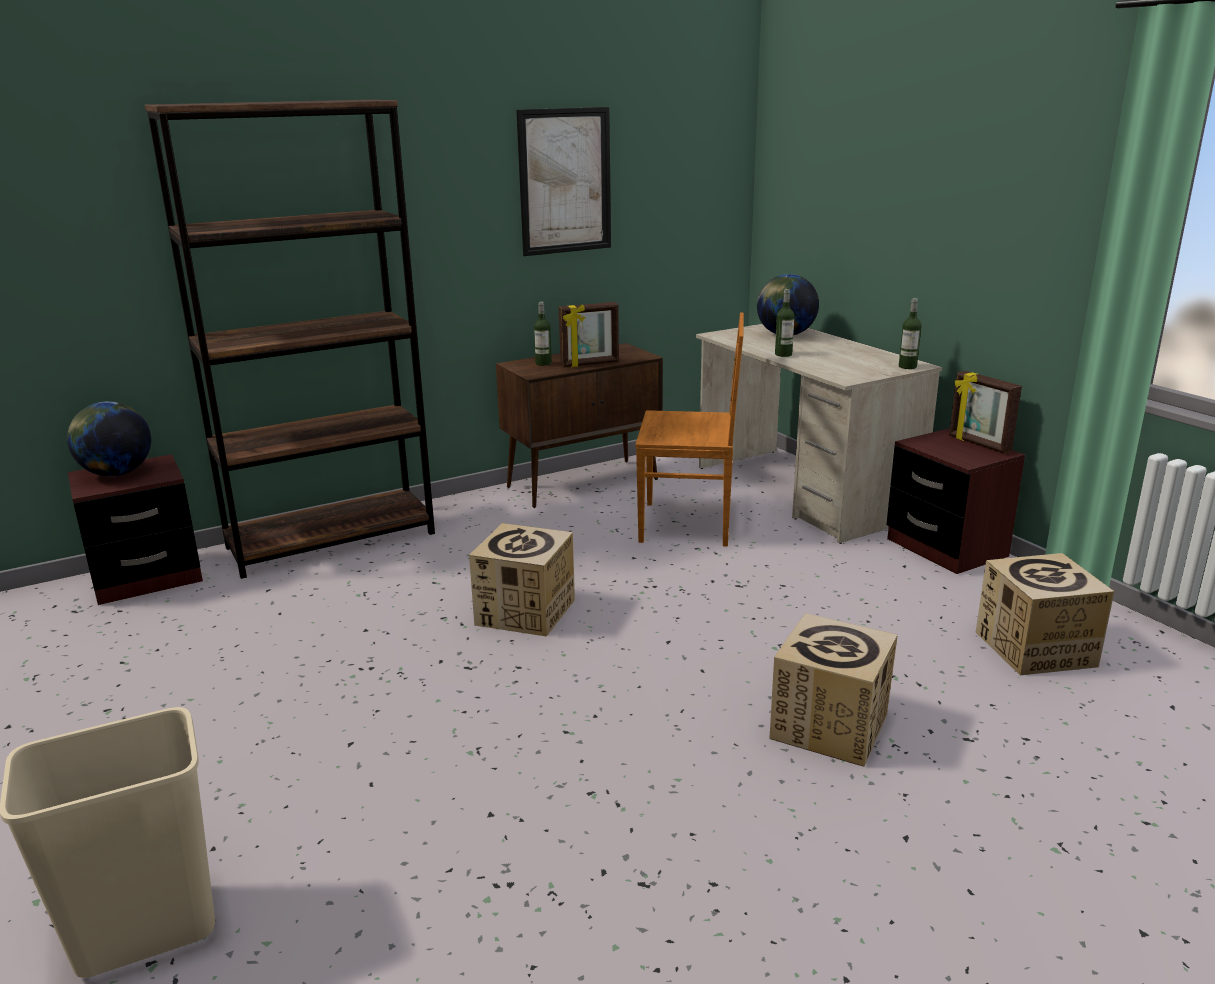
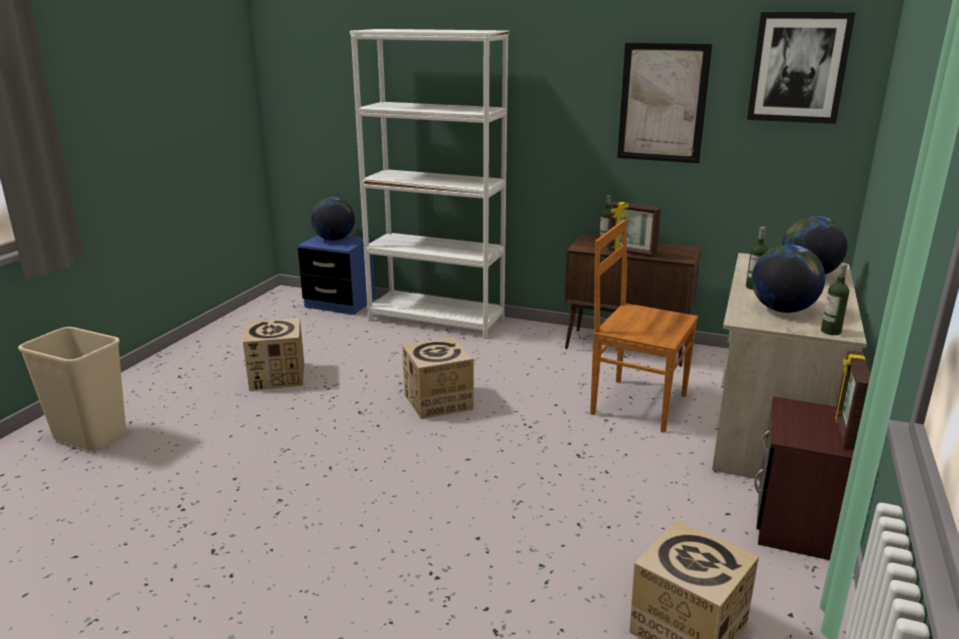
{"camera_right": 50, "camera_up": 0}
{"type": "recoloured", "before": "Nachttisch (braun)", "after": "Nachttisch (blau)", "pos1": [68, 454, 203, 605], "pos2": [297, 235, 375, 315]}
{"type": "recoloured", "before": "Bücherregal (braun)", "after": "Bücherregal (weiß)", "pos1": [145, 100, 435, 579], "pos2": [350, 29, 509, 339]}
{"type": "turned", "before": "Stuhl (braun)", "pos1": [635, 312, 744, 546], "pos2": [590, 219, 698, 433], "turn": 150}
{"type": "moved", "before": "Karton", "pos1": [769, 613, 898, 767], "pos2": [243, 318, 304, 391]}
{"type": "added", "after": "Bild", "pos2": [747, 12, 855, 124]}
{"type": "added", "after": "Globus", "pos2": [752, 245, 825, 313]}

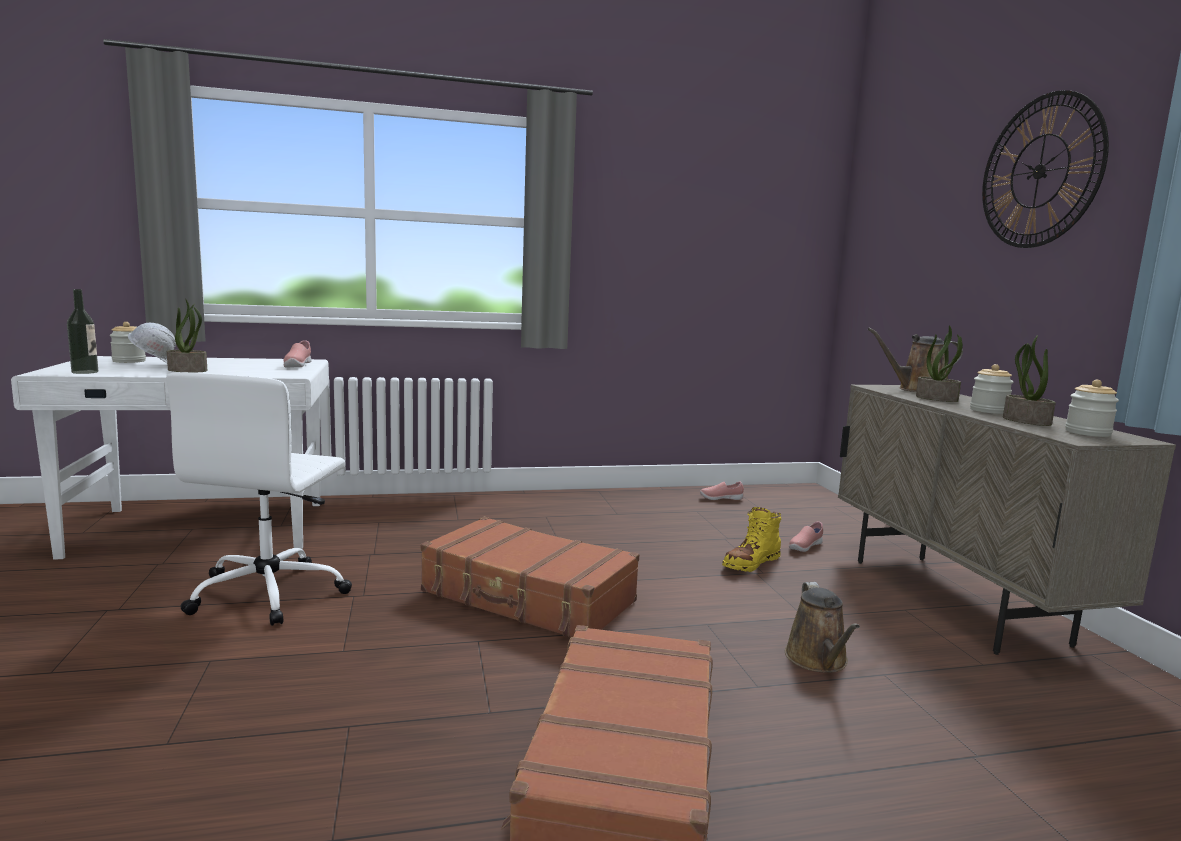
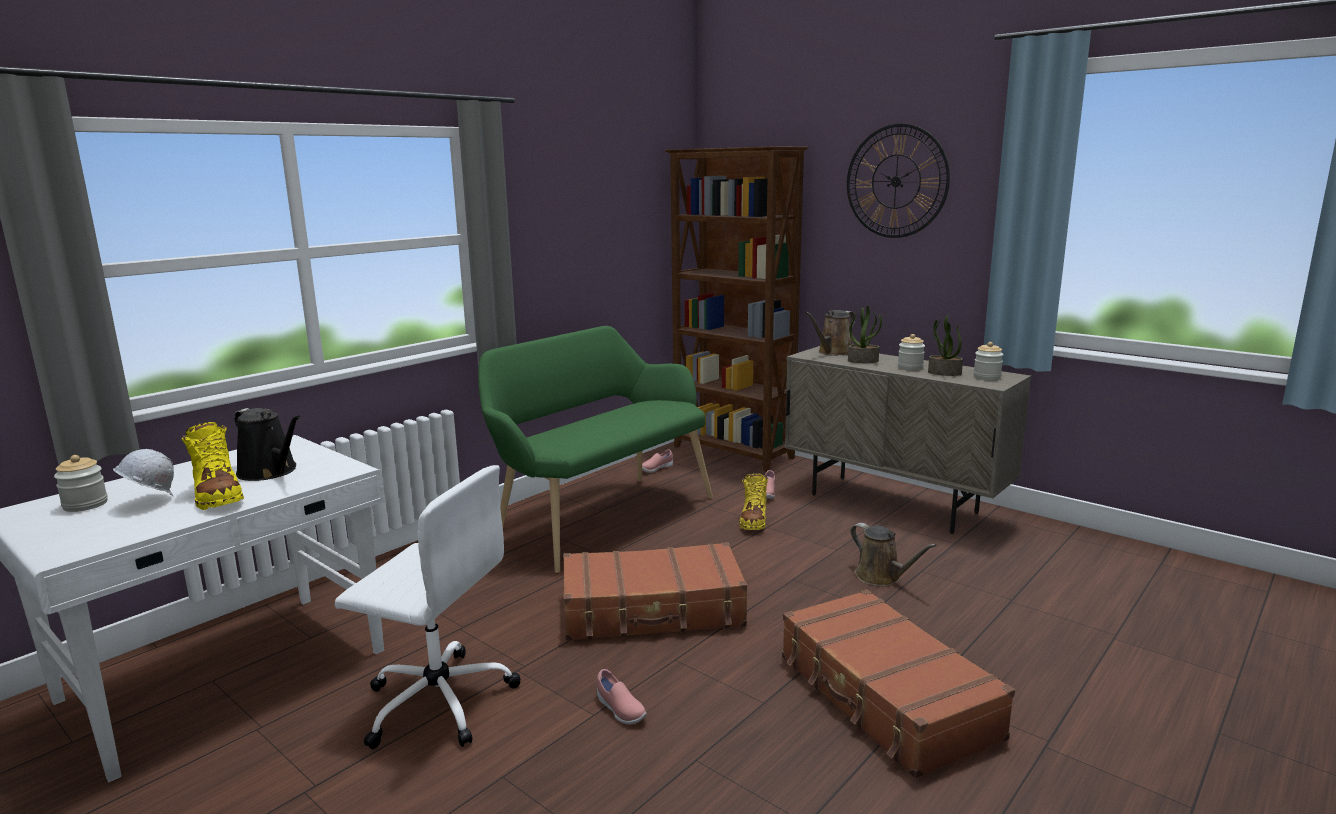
{"camera_right": -35, "camera_up": 5}
{"type": "removed", "before": "Flasche", "pos1": [67, 289, 98, 374]}
{"type": "turned", "before": "Bürostuhl (weiß)", "pos1": [166, 372, 352, 626], "pos2": [335, 465, 521, 749], "turn": -45}
{"type": "replaced", "before": "Topfpflanze", "after": "Stiefel (gelb)", "pos1": [167, 298, 208, 372], "pos2": [181, 422, 244, 510]}
{"type": "moved", "before": "Schuh (rosa)", "pos1": [284, 340, 312, 368], "pos2": [597, 669, 647, 724]}
{"type": "added", "after": "Gießkanne (schwarz)", "pos2": [234, 408, 300, 481]}
{"type": "added", "after": "Bank (grün)", "pos2": [478, 326, 713, 573]}
{"type": "added", "after": "Bücherregal (braun)", "pos2": [664, 146, 808, 472]}

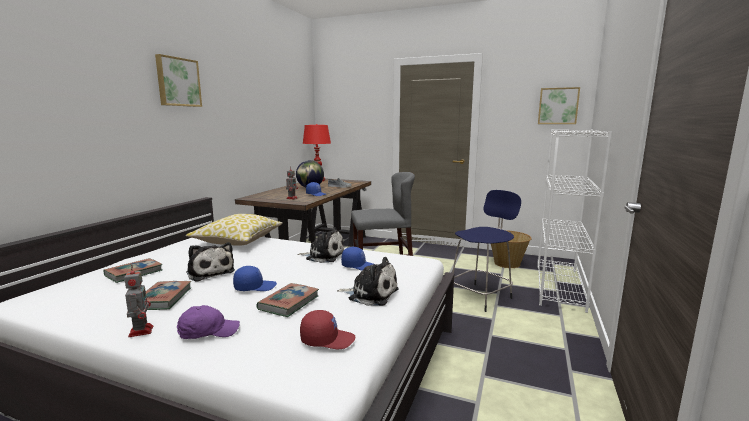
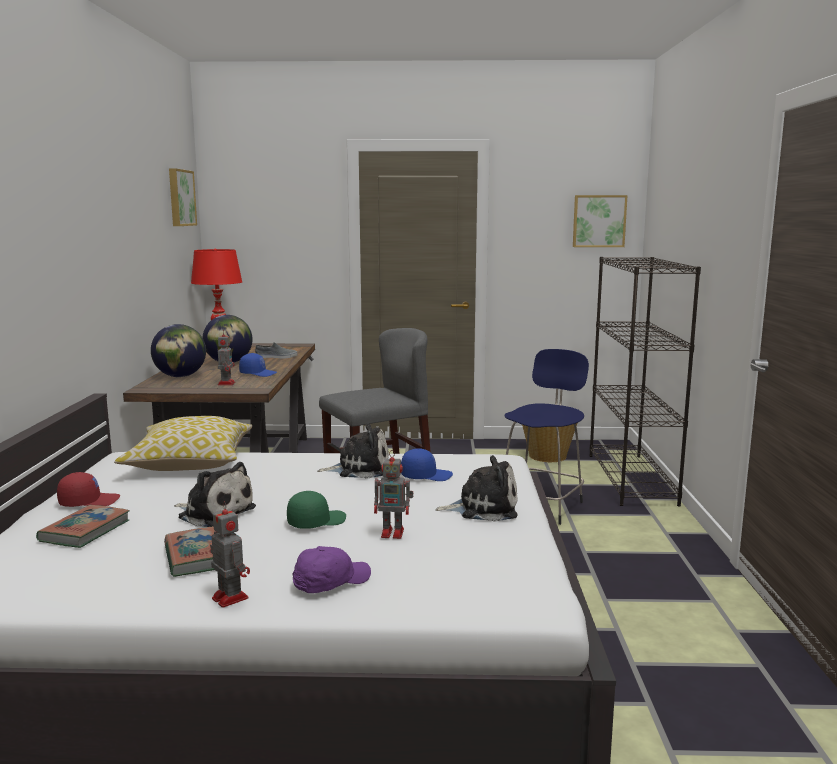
{"camera_right": -20, "camera_up": 0}
{"type": "moved", "before": "Bild", "pos1": [155, 54, 202, 107], "pos2": [169, 168, 197, 226]}
{"type": "recoloured", "before": "Kappe (blau)", "after": "Kappe (grün)", "pos1": [233, 266, 277, 291], "pos2": [287, 491, 346, 529]}
{"type": "replaced", "before": "Buch", "after": "Spielzeugroboter", "pos1": [256, 283, 319, 317], "pos2": [374, 450, 413, 539]}
{"type": "moved", "before": "Kappe (rot)", "pos1": [300, 310, 355, 349], "pos2": [57, 472, 120, 507]}
{"type": "recoloured", "before": "Bücherregal (weiß)", "after": "Bücherregal (schwarz)", "pos1": [537, 129, 612, 313], "pos2": [590, 257, 701, 507]}
{"type": "added", "after": "Globus", "pos2": [151, 324, 206, 377]}

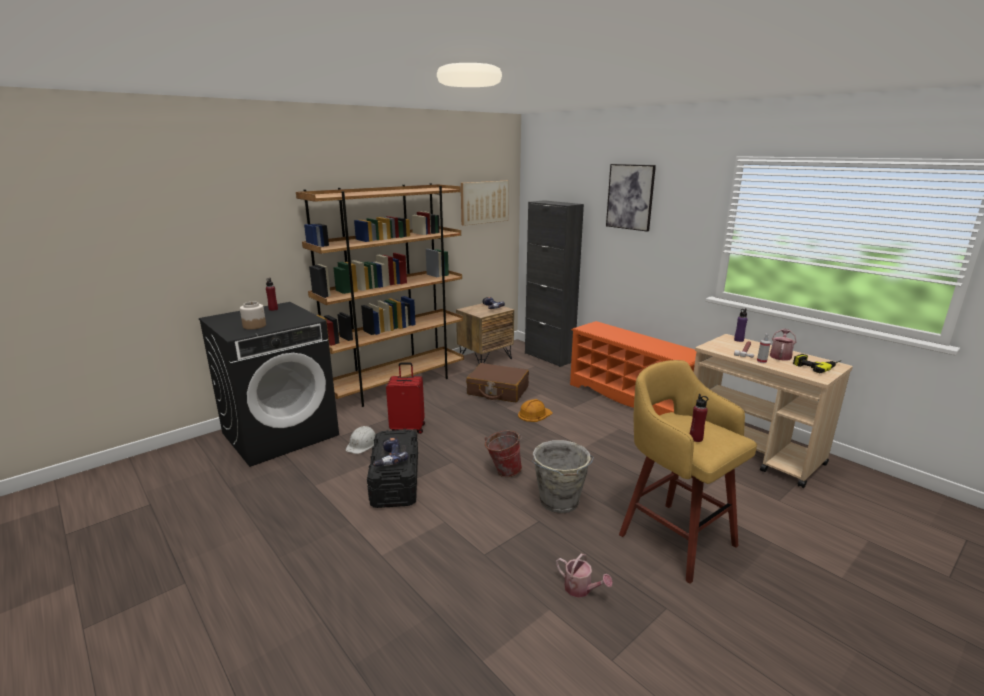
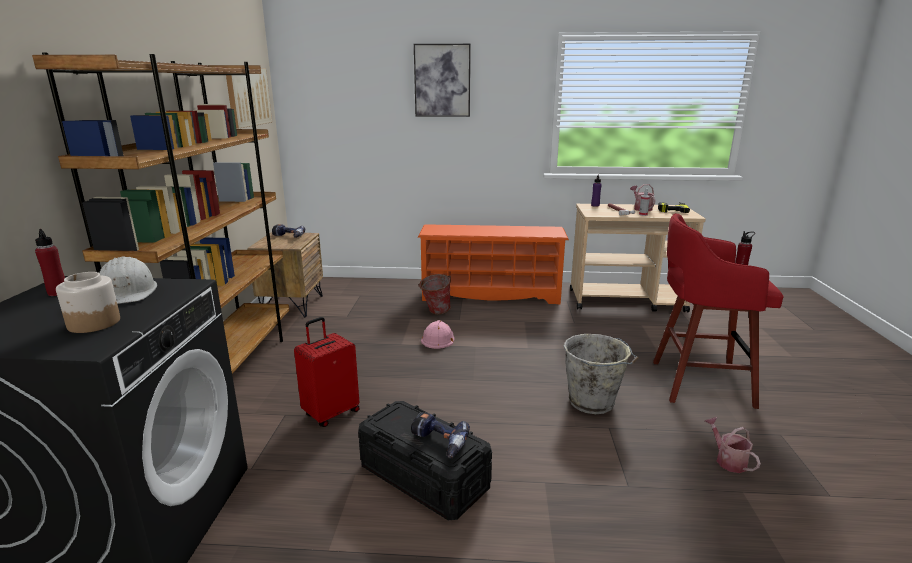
{"camera_right": -45, "camera_up": 0}
{"type": "moved", "before": "Schutzhelm (weiß)", "pos1": [346, 426, 375, 454], "pos2": [99, 256, 157, 304]}
{"type": "removed", "before": "Koffer (braun)", "pos1": [466, 363, 529, 402]}
{"type": "moved", "before": "Eimer", "pos1": [485, 430, 522, 477], "pos2": [418, 274, 451, 315]}
{"type": "recoloured", "before": "Schutzhelm (orange)", "after": "Schutzhelm (rosa)", "pos1": [518, 399, 553, 422], "pos2": [421, 320, 454, 349]}
{"type": "removed", "before": "Schrank (schwarz)", "pos1": [525, 200, 584, 367]}
{"type": "turned", "before": "Gießkanne", "pos1": [556, 554, 613, 598], "pos2": [705, 417, 761, 473], "turn": -105}
{"type": "recoloured", "before": "Hocker (gelb)", "after": "Hocker (rot)", "pos1": [619, 360, 757, 584], "pos2": [653, 213, 784, 409]}

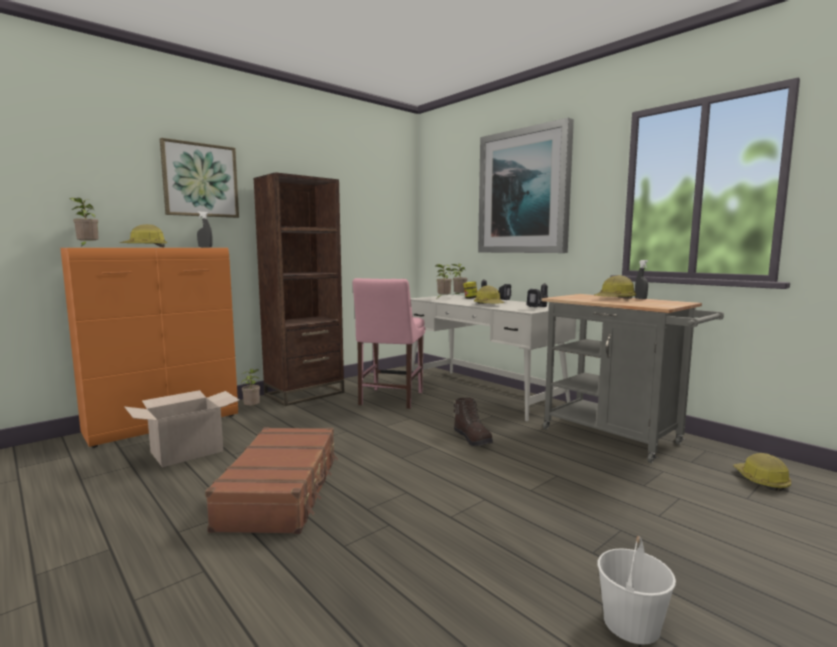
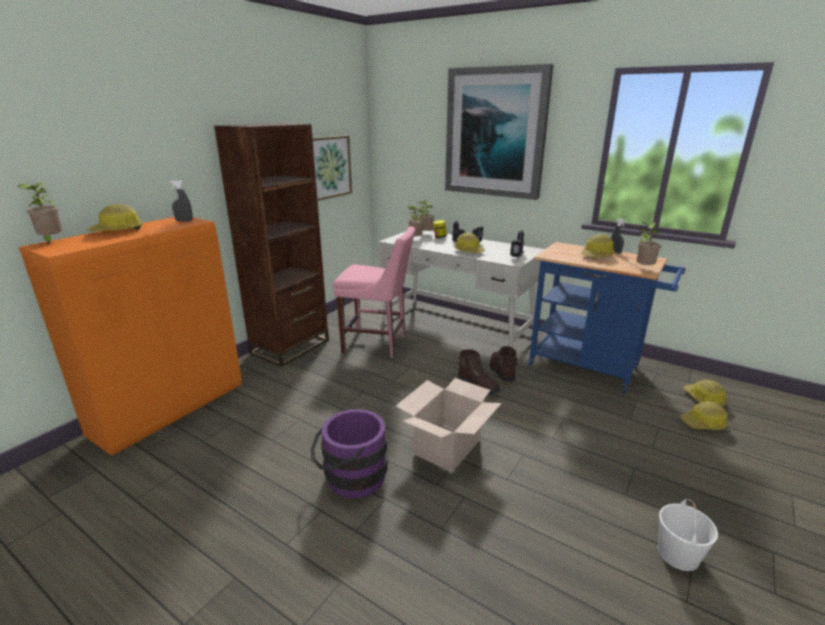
{"camera_right": -15, "camera_up": 15}
{"type": "moved", "before": "Karton", "pos1": [124, 390, 239, 467], "pos2": [396, 378, 502, 472]}
{"type": "moved", "before": "Bild", "pos1": [160, 138, 239, 218], "pos2": [313, 136, 352, 201]}
{"type": "replaced", "before": "Koffer (braun)", "after": "Eimer (lila)", "pos1": [205, 427, 338, 534], "pos2": [311, 409, 388, 498]}
{"type": "moved", "before": "Topfpflanze", "pos1": [241, 369, 260, 406], "pos2": [634, 222, 661, 266]}
{"type": "turned", "before": "Stuhl (rosa)", "pos1": [353, 278, 425, 409], "pos2": [333, 226, 415, 358], "turn": -75}
{"type": "recoloured", "before": "Rollwagen (grau)", "after": "Rollwagen (blau)", "pos1": [542, 294, 724, 463], "pos2": [529, 242, 685, 393]}
{"type": "added", "after": "Stiefel (braun)", "pos2": [490, 346, 518, 381]}
{"type": "added", "after": "Schutzhelm", "pos2": [680, 401, 728, 430]}

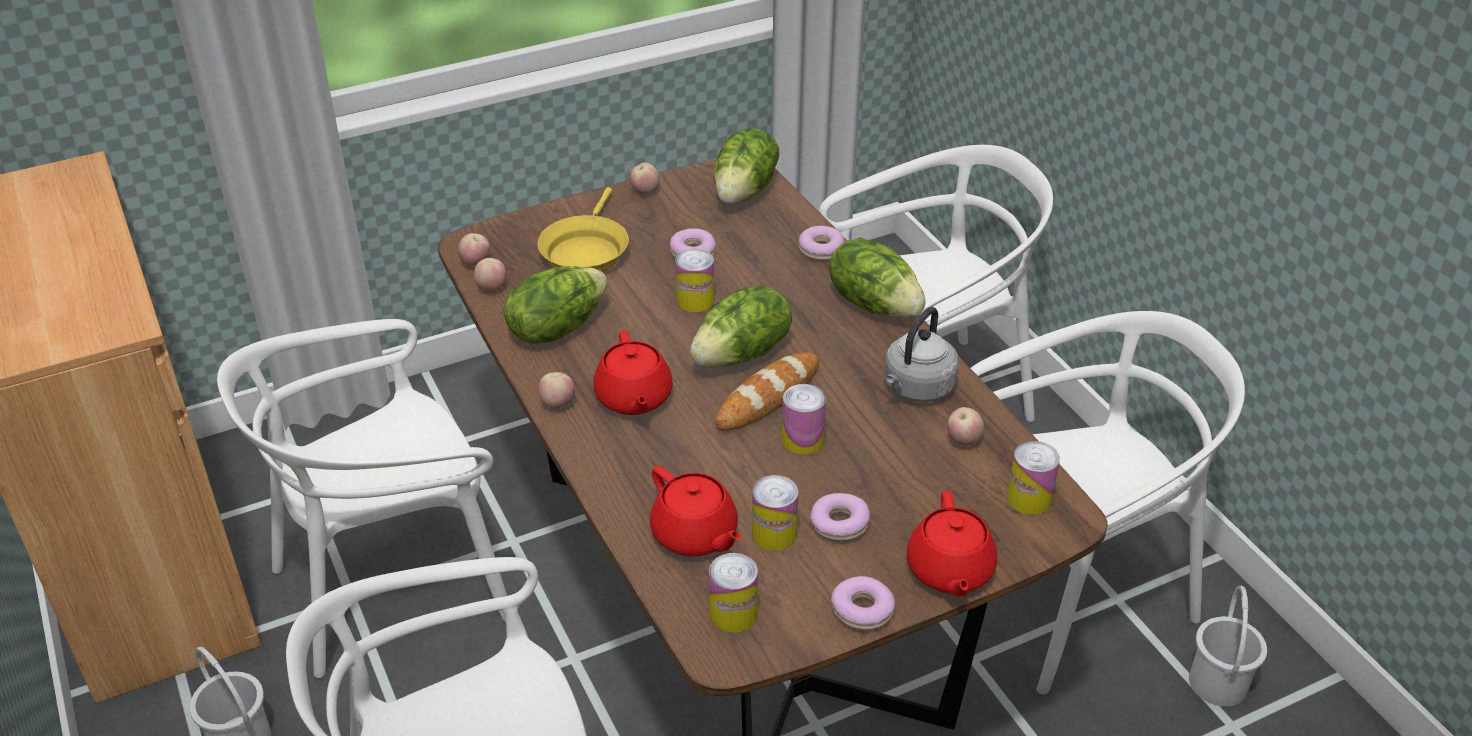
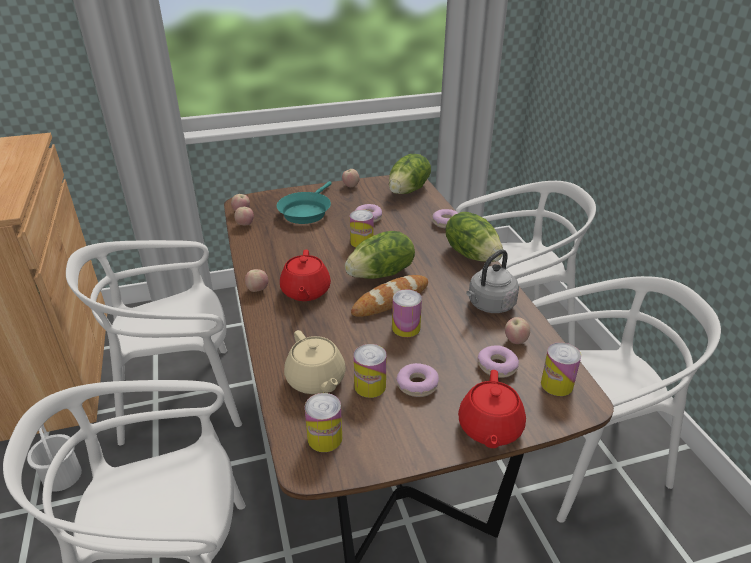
{"camera_right": 10, "camera_up": -5}
{"type": "removed", "before": "Salatkopf", "pos1": [503, 266, 608, 344]}
{"type": "recoloured", "before": "Pfanne (gelb)", "after": "Pfanne (türkis)", "pos1": [538, 187, 629, 272], "pos2": [277, 181, 332, 224]}
{"type": "recoloured", "before": "Teekanne (rot)", "after": "Teekanne (beige)", "pos1": [650, 466, 742, 556], "pos2": [284, 330, 346, 394]}
{"type": "moved", "before": "Donut", "pos1": [831, 576, 895, 630], "pos2": [478, 345, 519, 378]}
{"type": "removed", "before": "Eimer (weiß)", "pos1": [1189, 586, 1267, 706]}

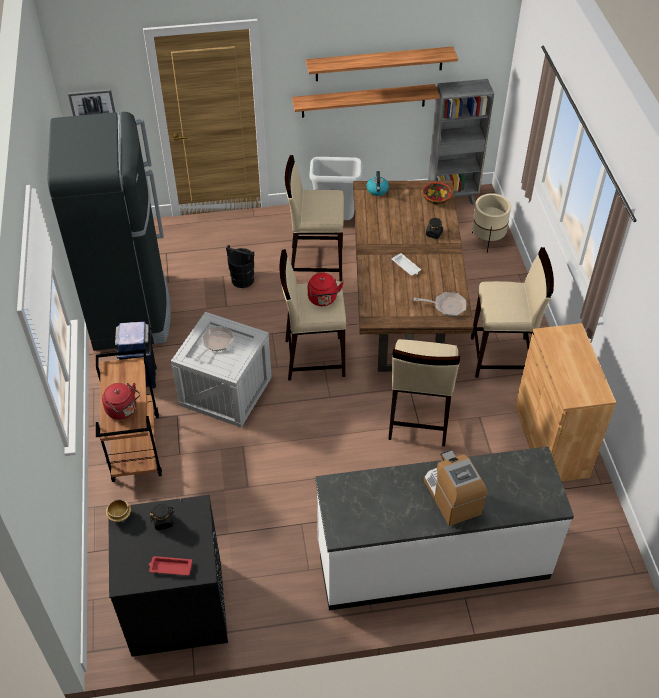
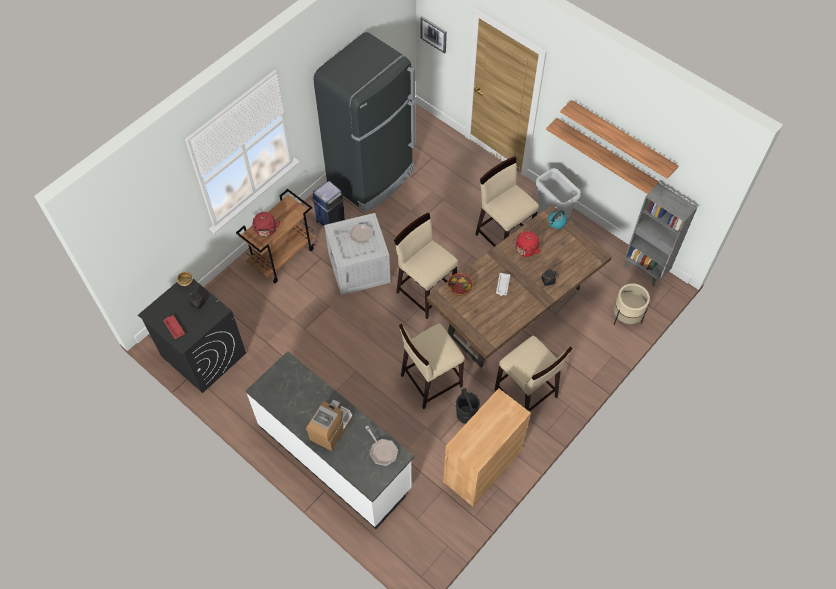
{"camera_right": 50, "camera_up": 10}
{"type": "moved", "before": "Eimer (schwarz)", "pos1": [226, 245, 254, 288], "pos2": [456, 388, 480, 424]}
{"type": "moved", "before": "Wasserkessel (rot)", "pos1": [308, 273, 343, 306], "pos2": [513, 231, 541, 257]}
{"type": "moved", "before": "Pfanne", "pos1": [414, 292, 466, 316], "pos2": [365, 425, 398, 466]}
{"type": "moved", "before": "Schüssel", "pos1": [423, 182, 452, 205], "pos2": [448, 273, 473, 296]}

